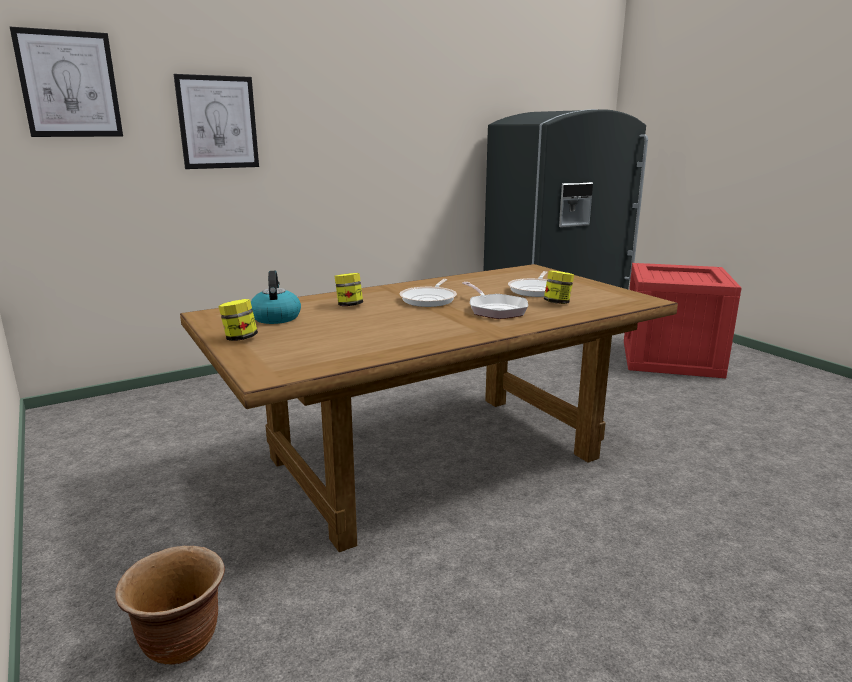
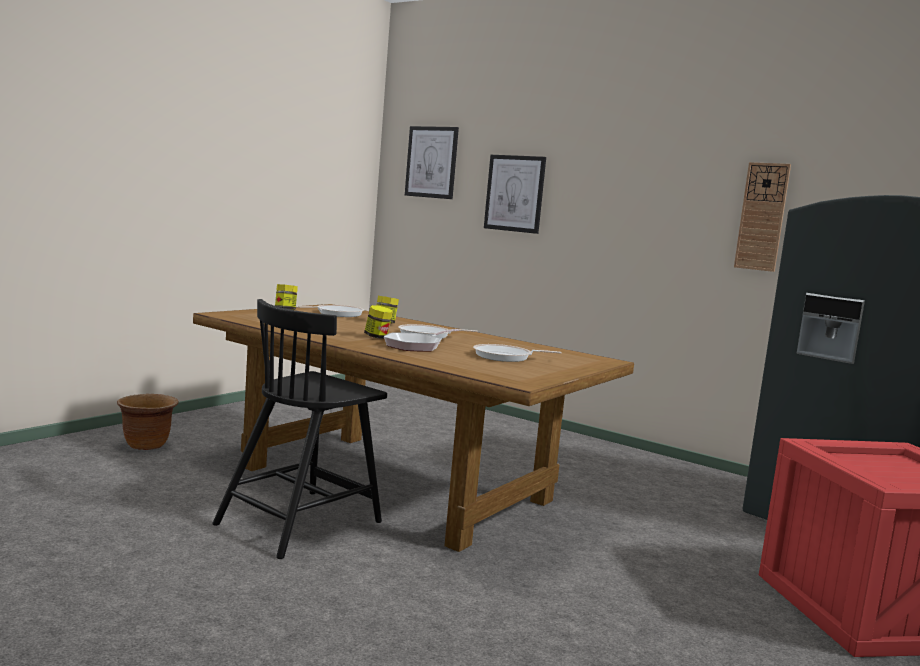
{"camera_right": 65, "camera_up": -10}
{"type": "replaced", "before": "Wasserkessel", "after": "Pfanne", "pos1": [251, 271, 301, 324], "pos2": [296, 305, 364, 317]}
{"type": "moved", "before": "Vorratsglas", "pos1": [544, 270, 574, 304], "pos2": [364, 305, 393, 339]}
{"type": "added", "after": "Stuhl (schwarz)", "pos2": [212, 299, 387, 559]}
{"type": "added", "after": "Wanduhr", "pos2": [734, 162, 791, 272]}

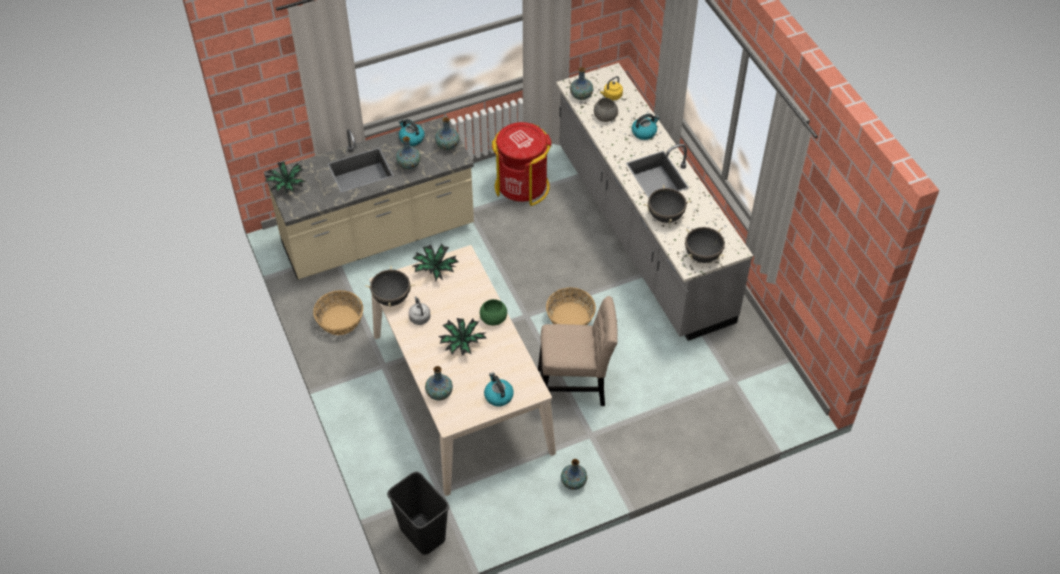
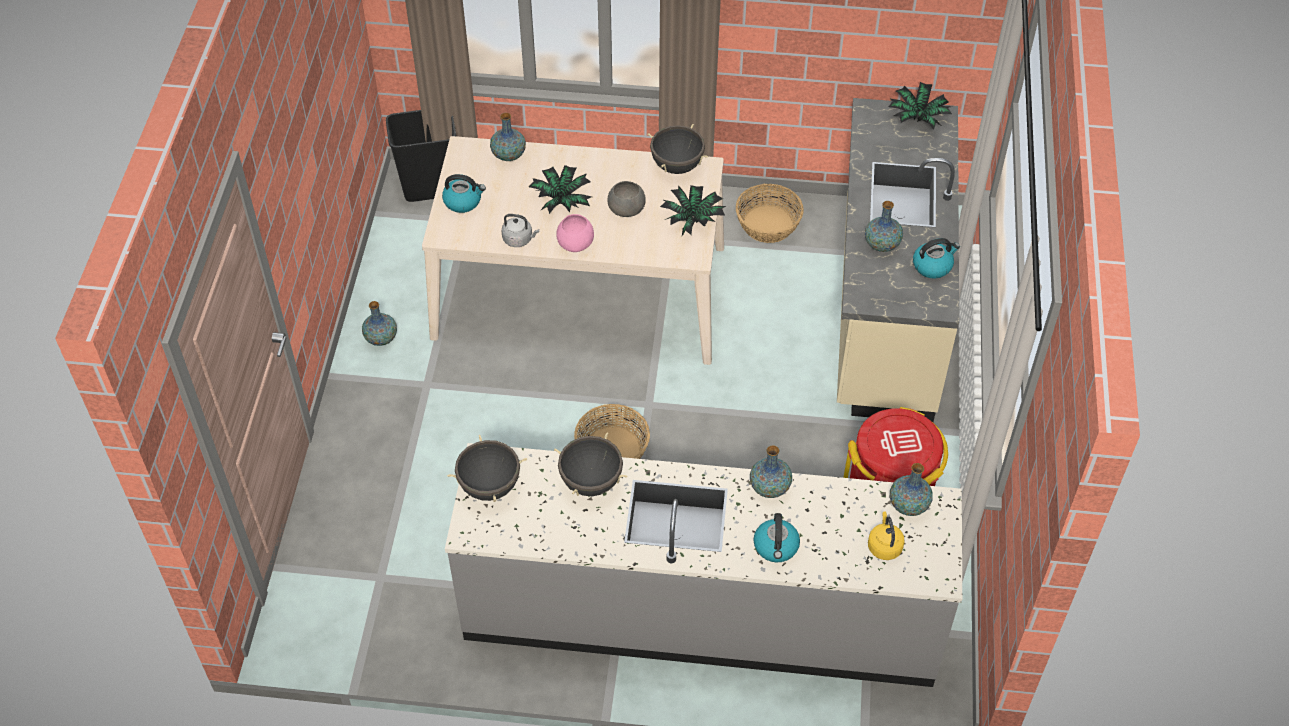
{"camera_right": 120, "camera_up": 0}
{"type": "moved", "before": "Wasserkessel (grau)", "pos1": [409, 296, 431, 325], "pos2": [502, 214, 539, 247]}
{"type": "moved", "before": "Vase", "pos1": [435, 117, 459, 150], "pos2": [750, 445, 792, 498]}
{"type": "recoloured", "before": "Schüssel (grün)", "after": "Schüssel (rosa)", "pos1": [480, 299, 507, 326], "pos2": [556, 214, 594, 252]}
{"type": "removed", "before": "Stuhl (beige)", "pos1": [538, 296, 618, 406]}
{"type": "moved", "before": "Schüssel (grau)", "pos1": [594, 98, 618, 122], "pos2": [608, 181, 646, 217]}

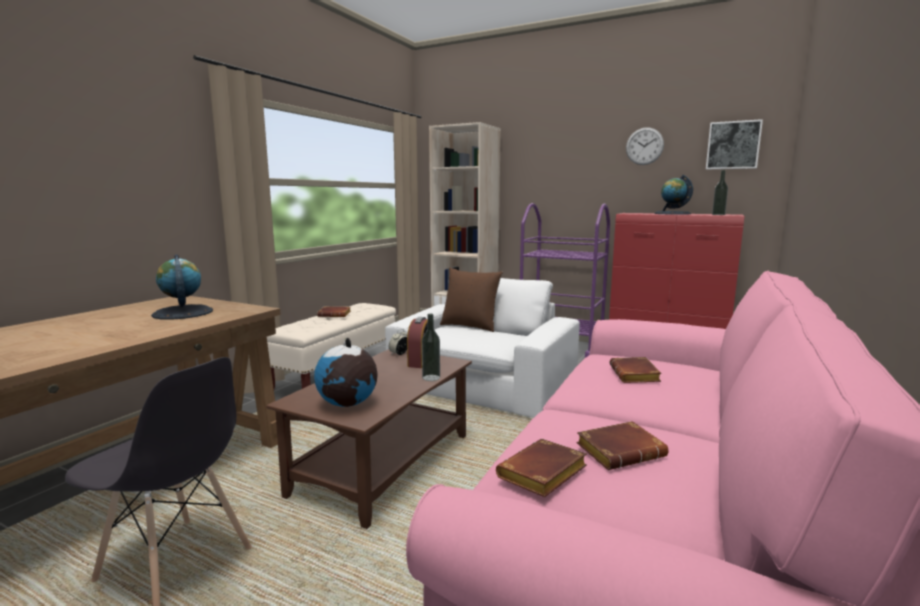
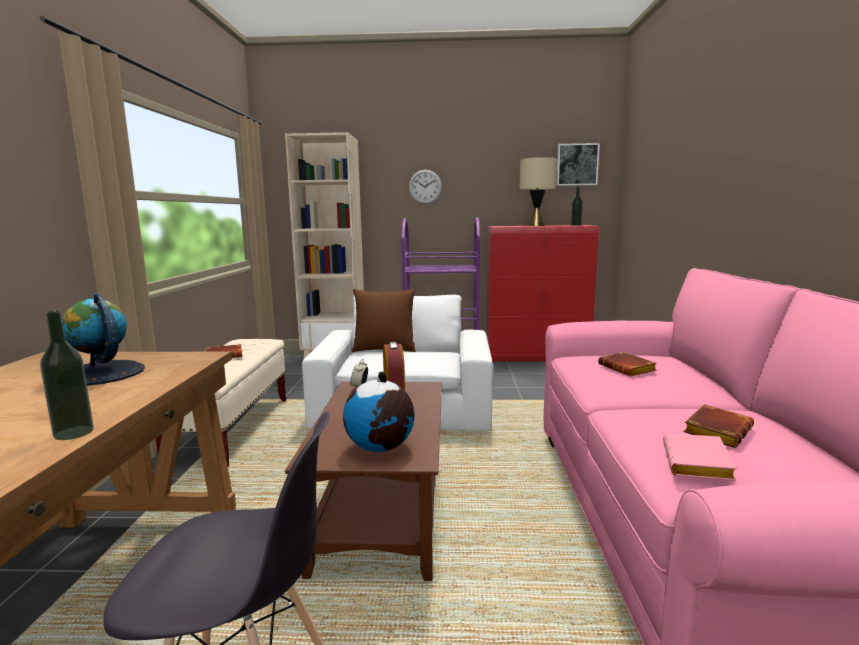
{"camera_right": -25, "camera_up": 0}
{"type": "moved", "before": "Flasche", "pos1": [422, 314, 440, 381], "pos2": [40, 311, 94, 440]}
{"type": "recoloured", "before": "Buch (braun)", "after": "Buch (rosa)", "pos1": [496, 439, 587, 497], "pos2": [663, 433, 737, 481]}
{"type": "moved", "before": "Wanduhr", "pos1": [626, 127, 664, 165], "pos2": [409, 170, 442, 204]}
{"type": "replaced", "before": "Globus", "after": "Tischlampe (beige)", "pos1": [654, 175, 693, 215], "pos2": [519, 157, 557, 226]}

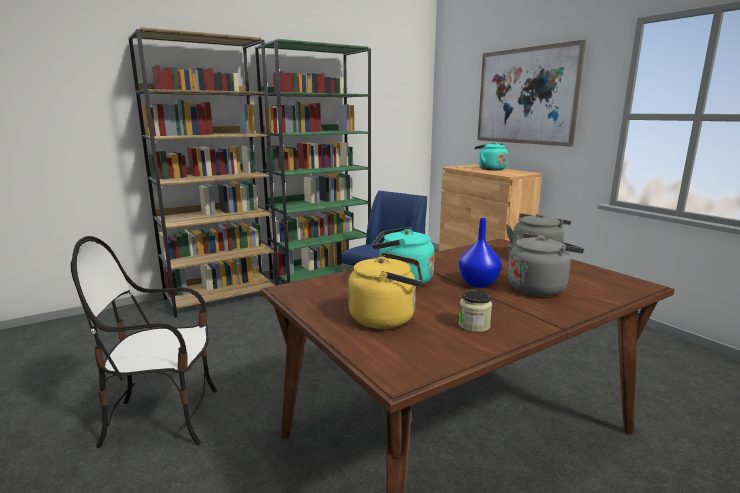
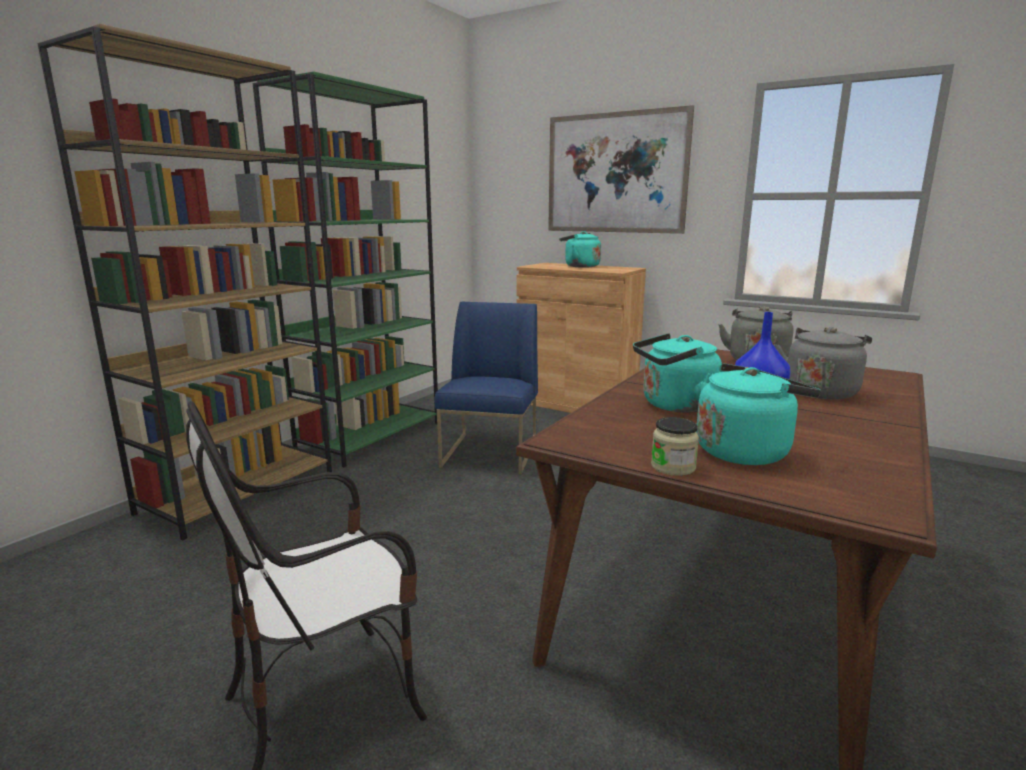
{"camera_right": -25, "camera_up": 0}
{"type": "recoloured", "before": "Wasserkessel (gelb)", "after": "Wasserkessel (türkis)", "pos1": [348, 252, 423, 329], "pos2": [696, 363, 821, 465]}
{"type": "moved", "before": "Vorratsglas", "pos1": [459, 290, 492, 332], "pos2": [651, 417, 699, 476]}

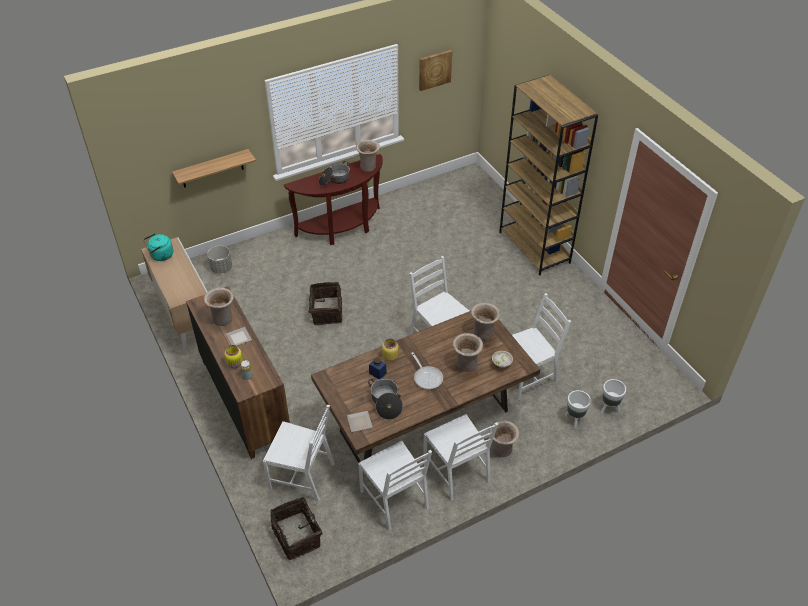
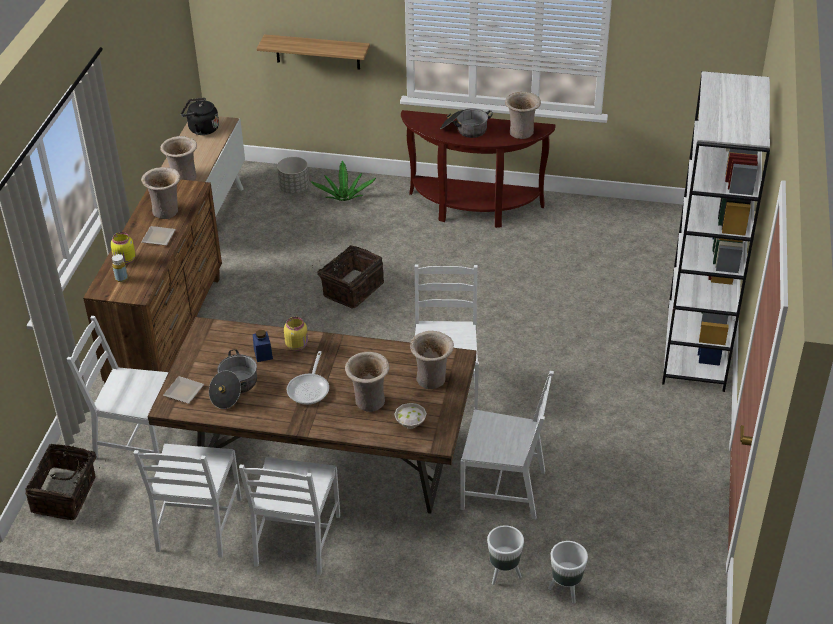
{"camera_right": 40, "camera_up": -5}
{"type": "recoloured", "before": "Wasserkessel (türkis)", "after": "Wasserkessel (schwarz)", "pos1": [143, 233, 173, 261], "pos2": [181, 98, 219, 135]}
{"type": "turned", "before": "Stuhl (weiß)", "pos1": [263, 405, 335, 501], "pos2": [67, 316, 169, 465], "turn": 135}
{"type": "removed", "before": "Bild", "pos1": [419, 50, 452, 91]}
{"type": "moved", "before": "Vase (beige)", "pos1": [490, 421, 519, 457], "pos2": [160, 136, 197, 181]}
{"type": "recoloured", "before": "Bücherregal (braun)", "after": "Bücherregal (weiß)", "pos1": [499, 75, 598, 276], "pos2": [662, 71, 770, 392]}
{"type": "added", "after": "Topfpflanze", "pos2": [310, 160, 376, 201]}

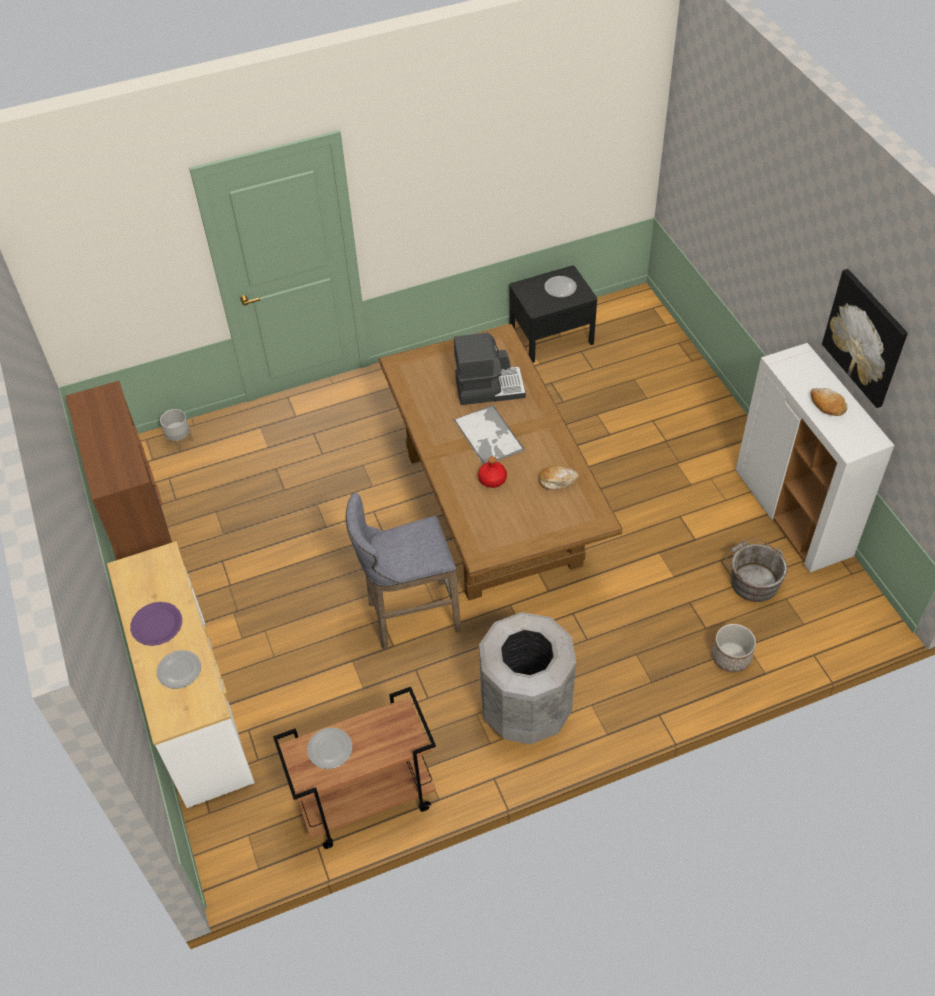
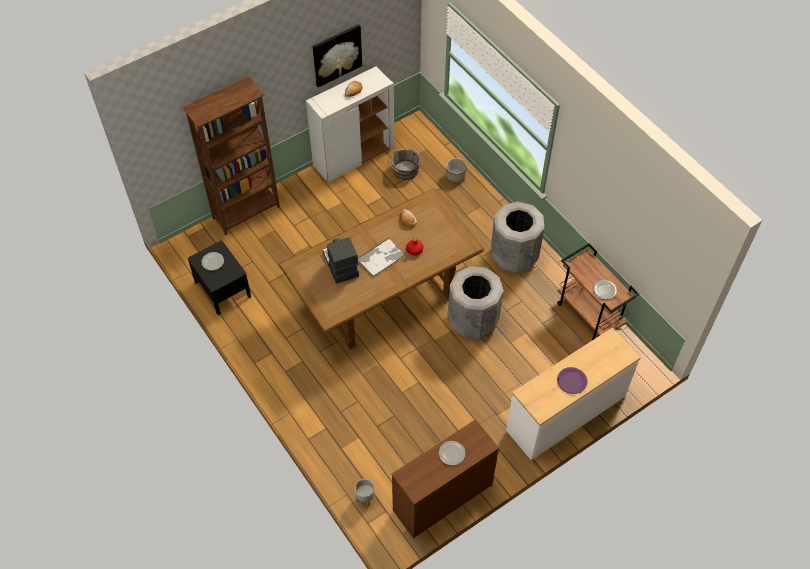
{"camera_right": -105, "camera_up": 5}
{"type": "moved", "before": "Teller", "pos1": [156, 650, 201, 689], "pos2": [439, 441, 465, 465]}
{"type": "replaced", "before": "Hocker (grau)", "after": "Mülleimer (grau)", "pos1": [346, 493, 462, 650], "pos2": [448, 266, 503, 339]}
{"type": "added", "after": "Bücherregal (braun)", "pos2": [183, 76, 280, 235]}

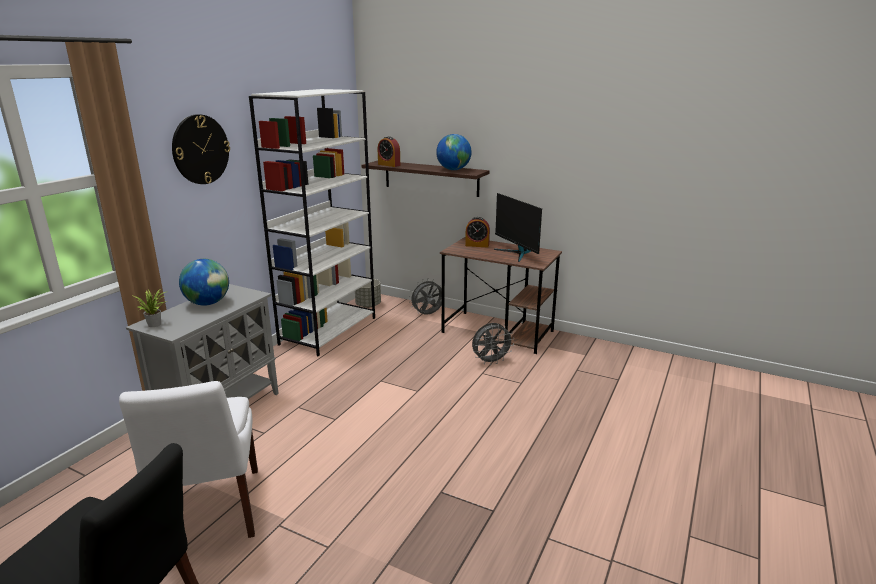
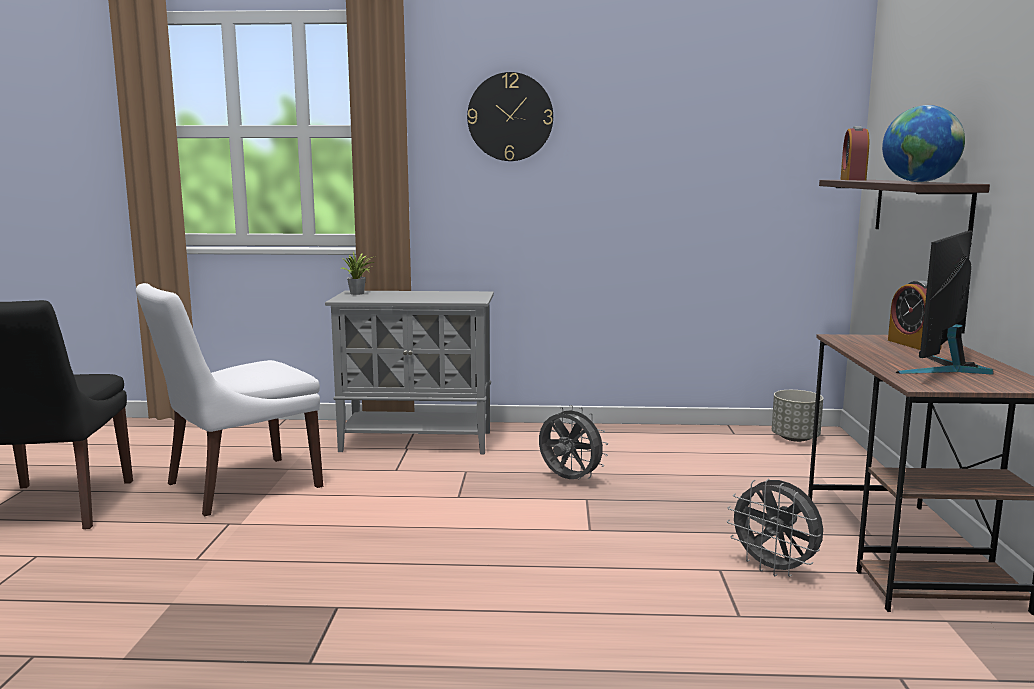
{"camera_right": 65, "camera_up": -10}
{"type": "removed", "before": "Globus", "pos1": [179, 259, 229, 306]}
{"type": "removed", "before": "Bücherregal (weiß)", "pos1": [249, 89, 375, 356]}
{"type": "moved", "before": "Ventilator (grau)", "pos1": [409, 278, 442, 315], "pos2": [539, 405, 608, 480]}

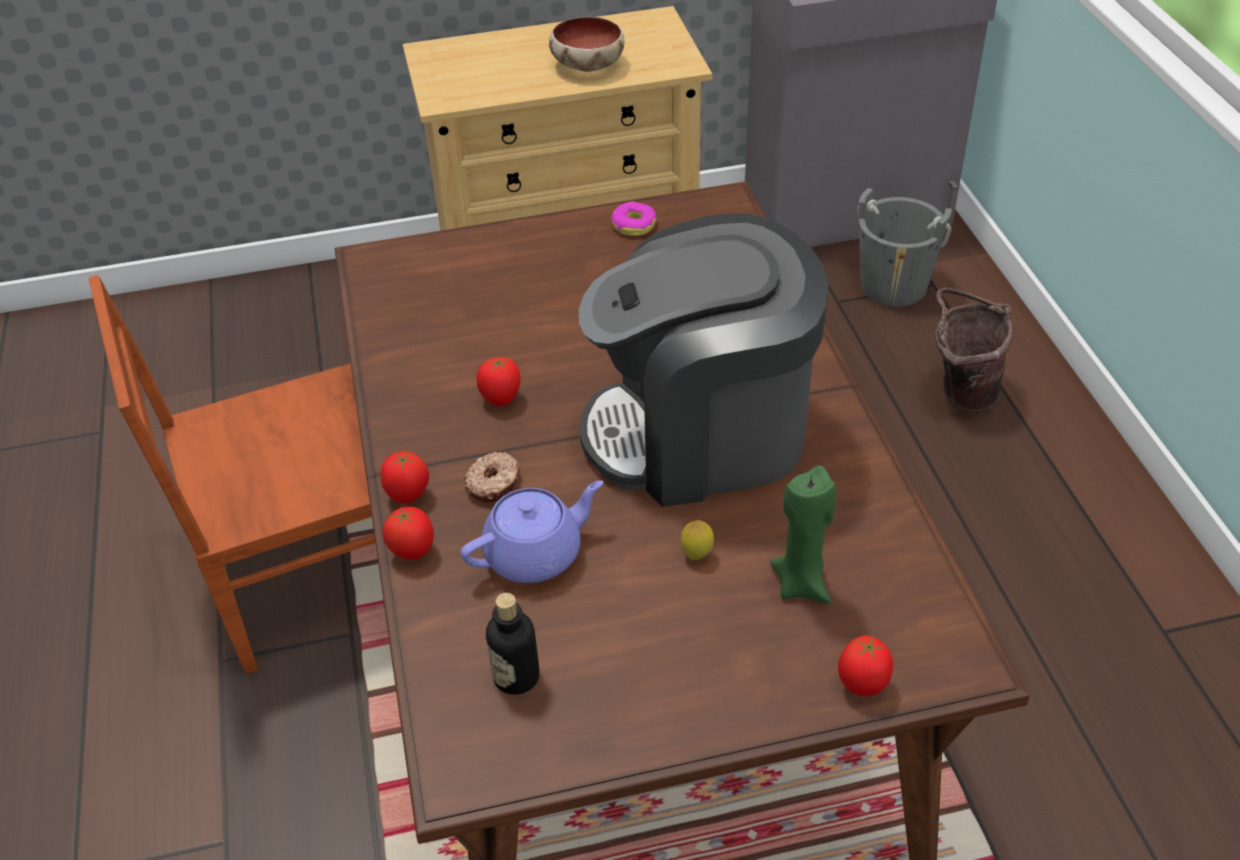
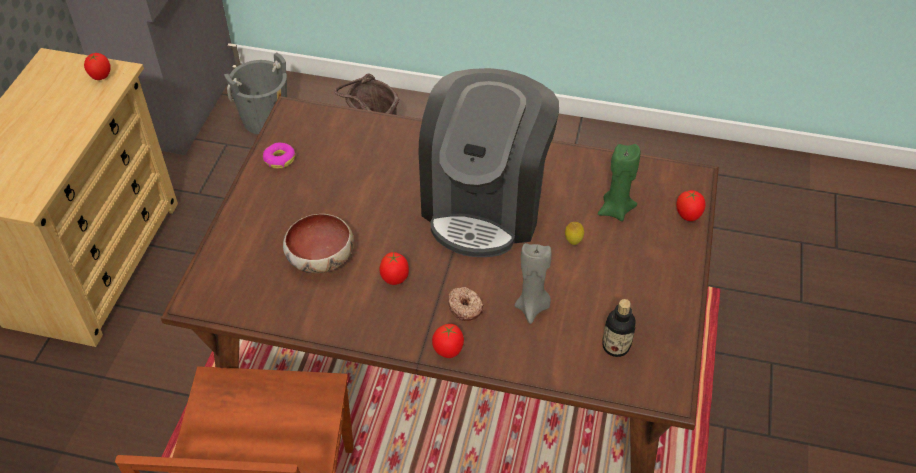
{"camera_right": -65, "camera_up": 5}
{"type": "moved", "before": "Tomate", "pos1": [382, 507, 434, 560], "pos2": [84, 53, 111, 80]}
{"type": "replaced", "before": "Teekanne (lila)", "after": "Kerze (grau)", "pos1": [460, 480, 604, 583], "pos2": [514, 243, 551, 324]}
{"type": "moved", "before": "Schüssel", "pos1": [549, 17, 624, 72], "pos2": [283, 214, 354, 273]}

